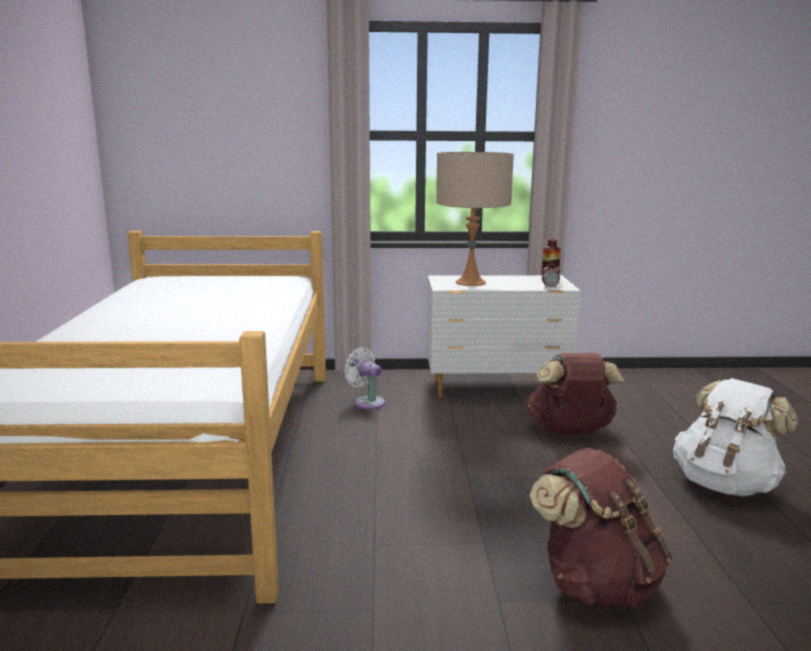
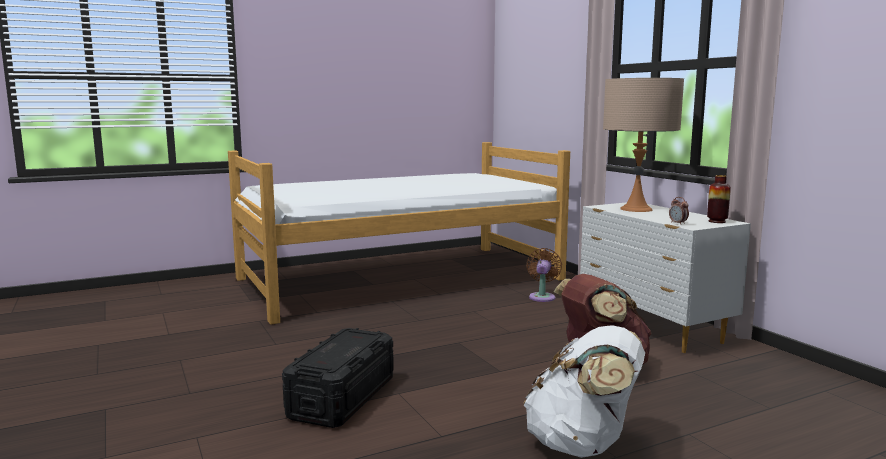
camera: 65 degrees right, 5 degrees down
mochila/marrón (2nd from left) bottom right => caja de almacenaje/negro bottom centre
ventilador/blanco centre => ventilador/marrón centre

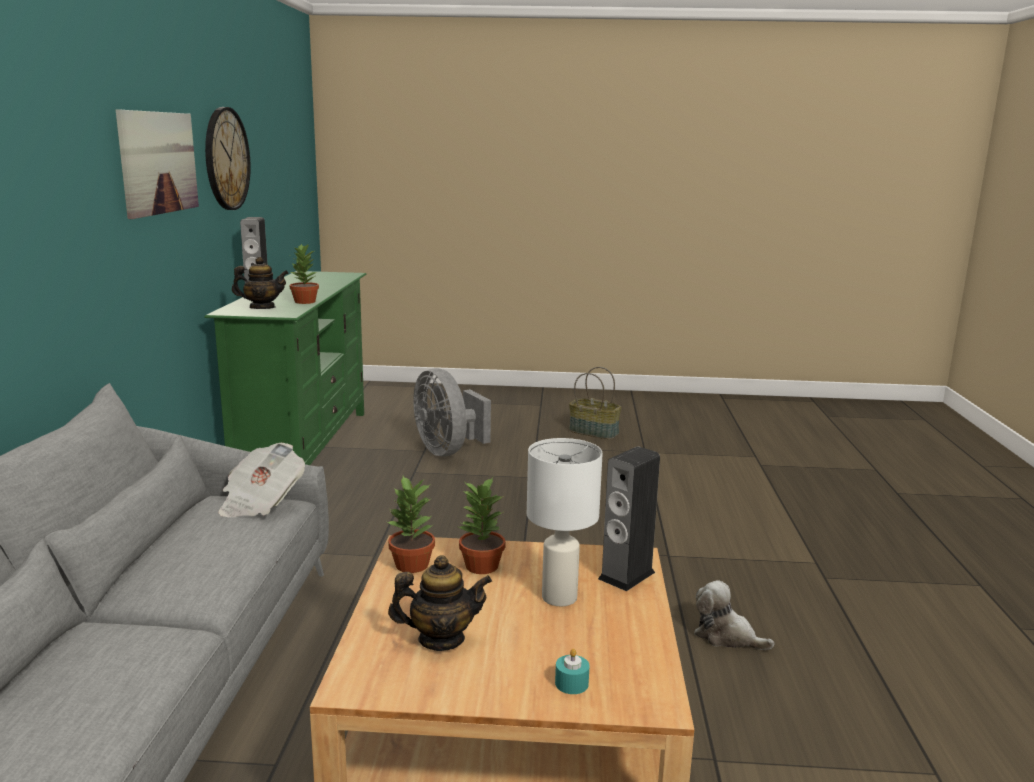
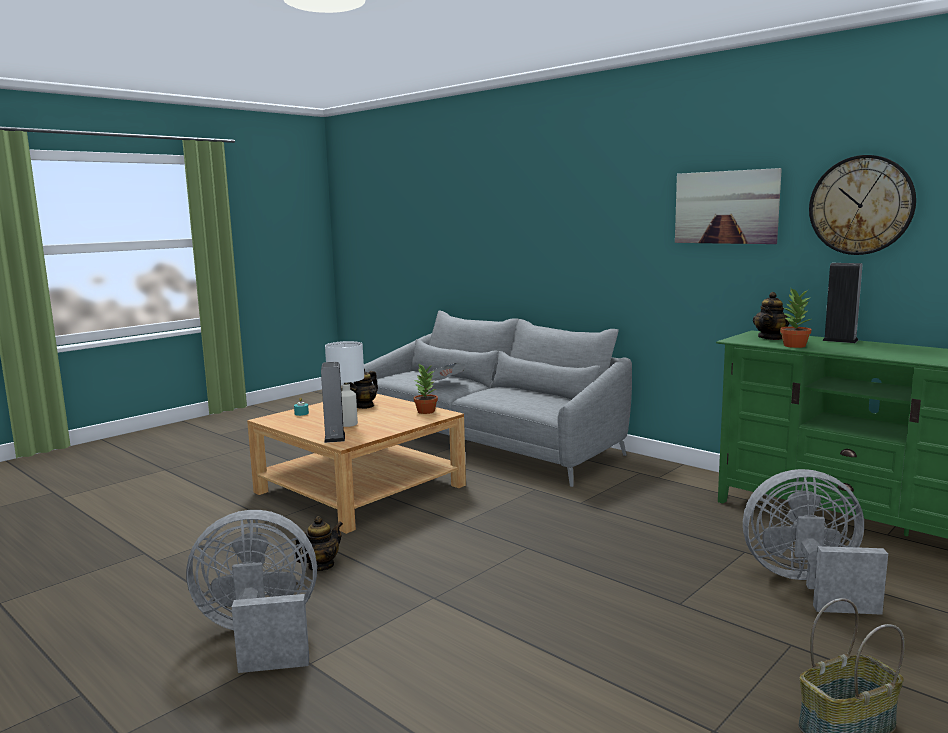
camera: 130 degrees right, 5 degrees down
nothing => ventilador/gris (1st from left) bottom left
peluche bottom right => tetera (1st from left) bottom centre
periódico middle left => periódico centre, moved
planta en maceta (3rd from left) bottom centre => nothing

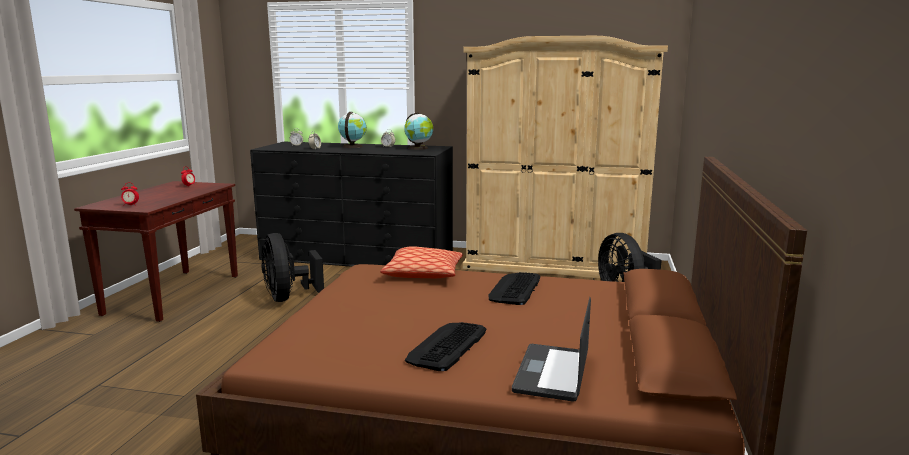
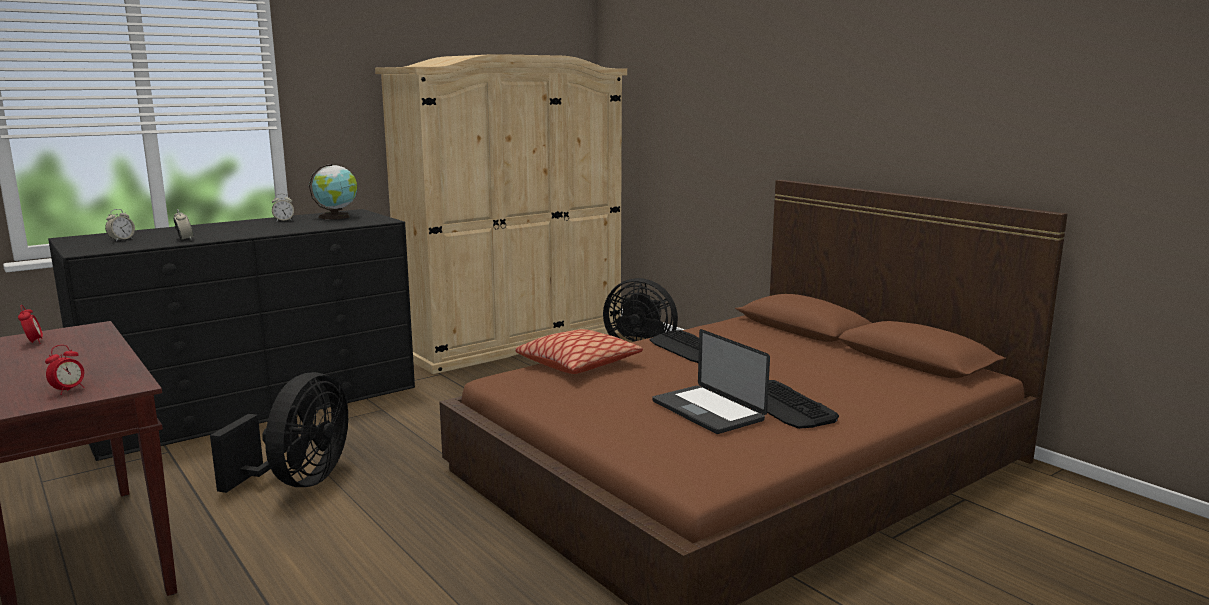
camera: 50 degrees left, 0 degrees up
ventilador/negro (1st from left) middle left => ventilador/negro (1st from left) bottom left, 90 degrees counterclockwise
portátil bottom centre => portátil centre, moved
globo terráqueo (1st from left) top centre => nothing

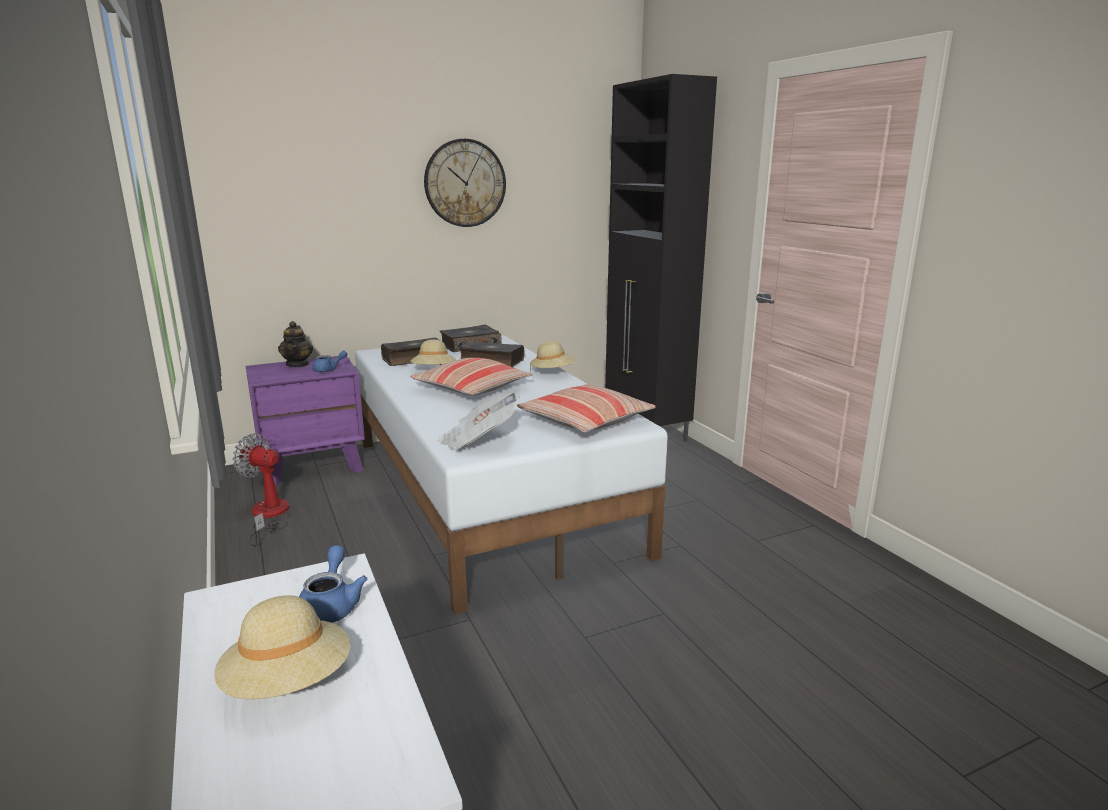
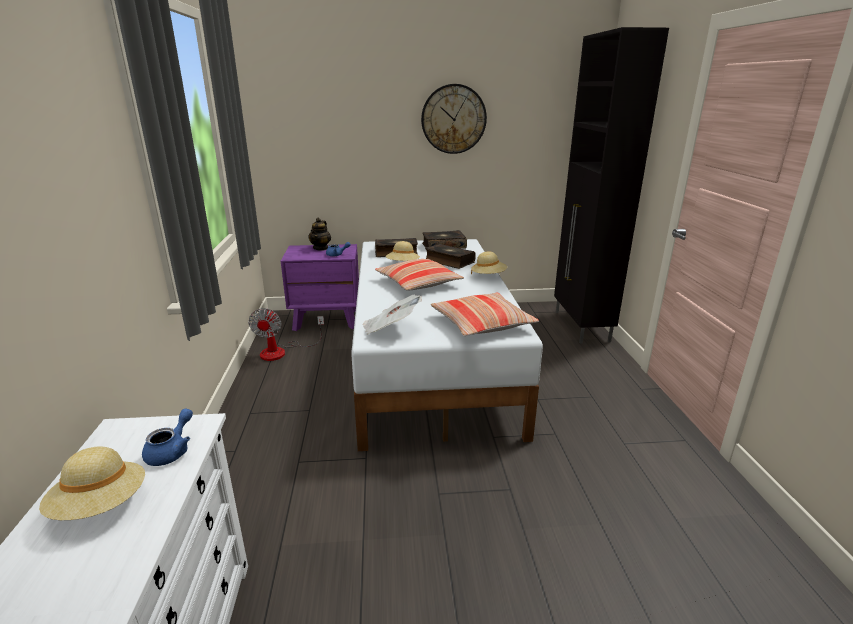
camera: 20 degrees right, 5 degrees up
ventilador middle left => ventilador centre, 135 degrees counterclockwise

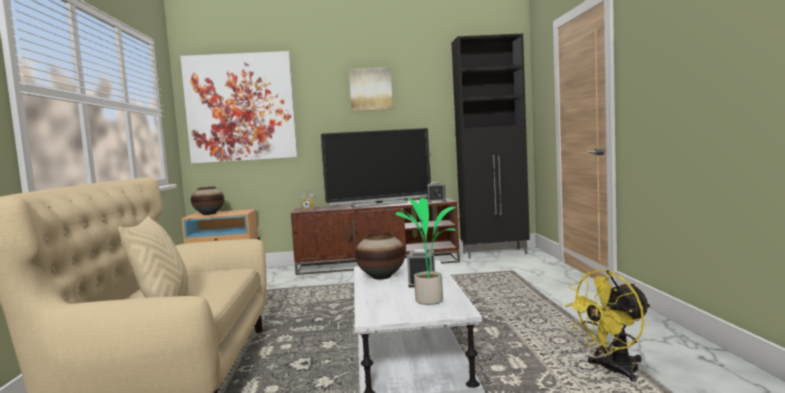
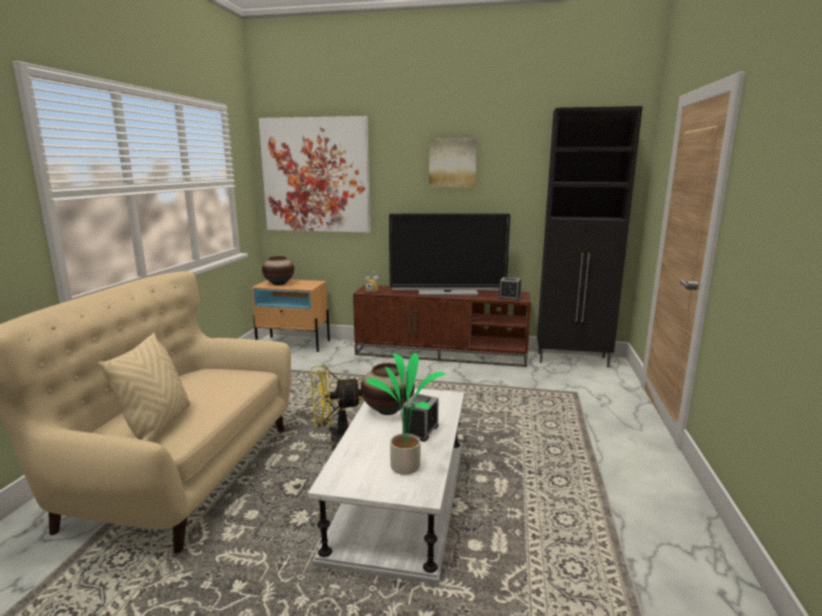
camera: 15 degrees right, 10 degrees up
ventilador/amarillo bottom right => ventilador/amarillo centre, moved

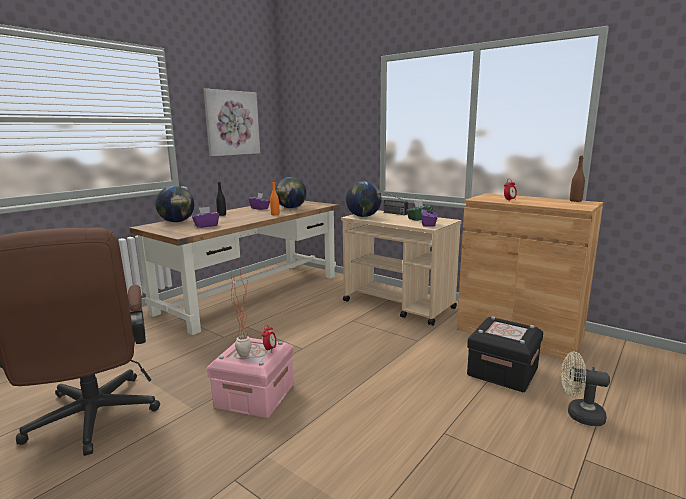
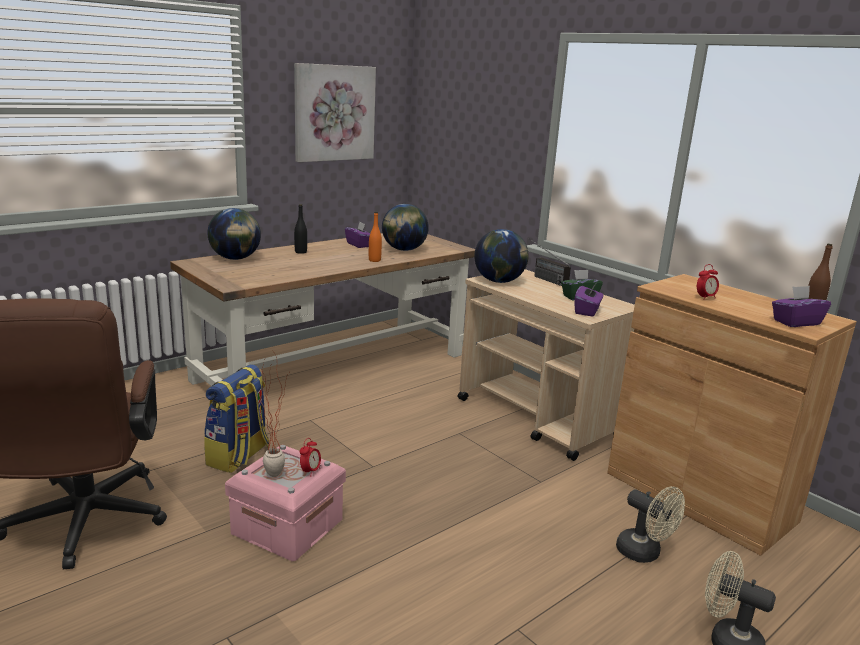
camera: 10 degrees right, 5 degrees up
nothing => mochila middle left
caja de almacenaje/negro bottom right => ventilador/beis (1st from left) bottom right
caja de pañuelos/morado (1st from left in the first image) middle left => caja de pañuelos/morado (3rd from left) middle right, moved

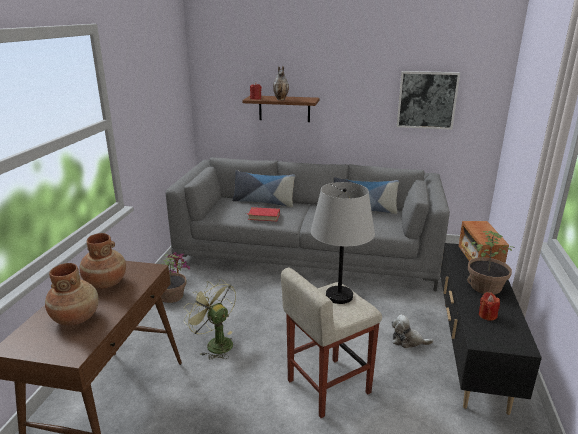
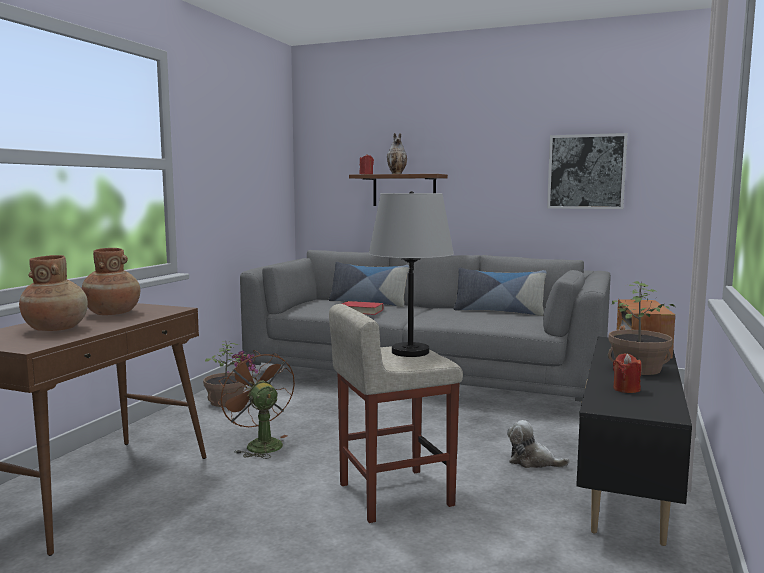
camera: 10 degrees right, 15 degrees down
ventilador/verde bottom centre => ventilador/marrón bottom centre

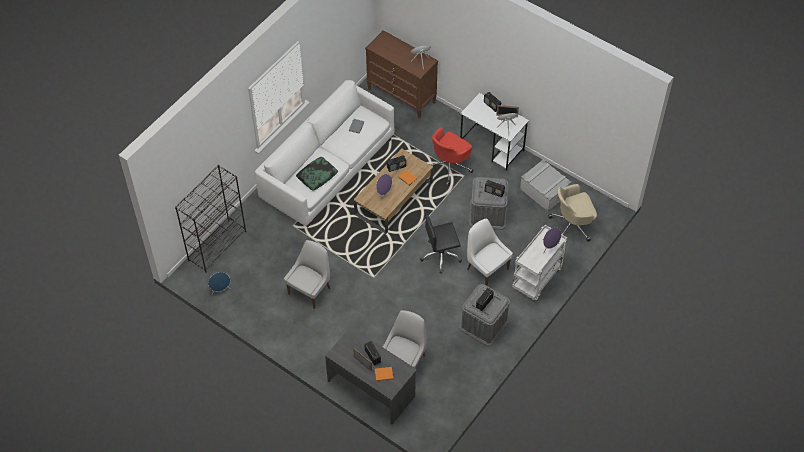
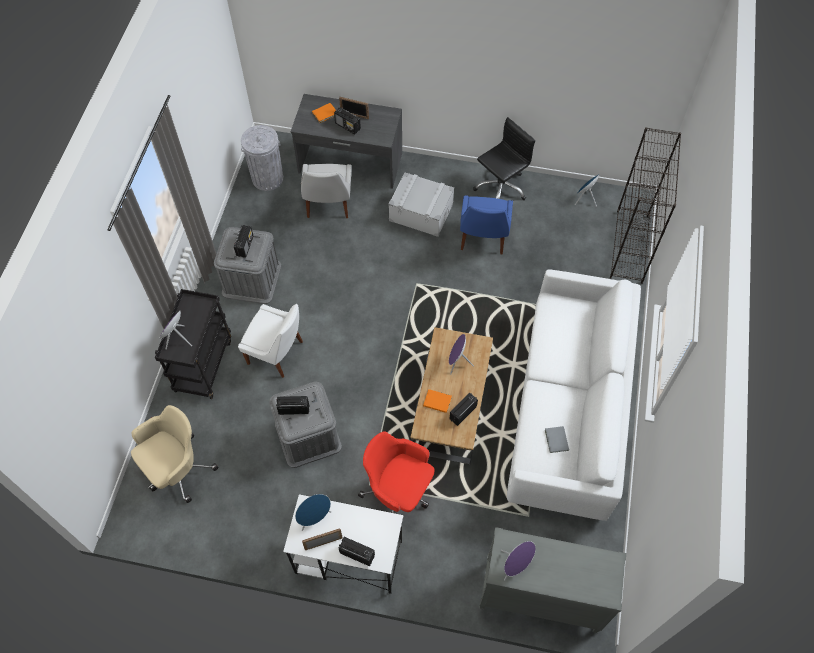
camera: 155 degrees right, 5 degrees up
carrito/blanco middle right => carrito/negro middle left
nothing => papelera/gris top left
silla de oficina/rojo centre => silla de oficina/rojo bottom centre, 75 degrees counterclockwise
caja de almacenaje/gris (3rd from left) middle right => caja de almacenaje/gris (3rd from left) top centre, moved
silla/blanco (1st from left) centre => silla/azul centre
silla de oficina/negro centre => silla de oficina/negro top centre, moved
cómoda/marrón top centre => cómoda/gris bottom right
cojín centre => nothing

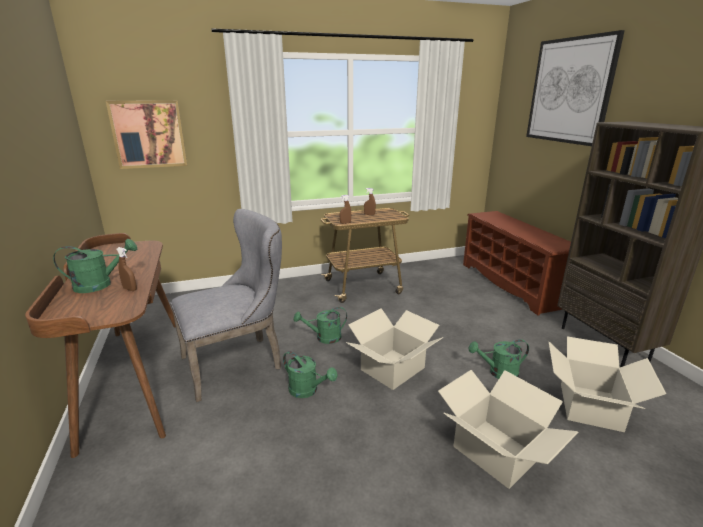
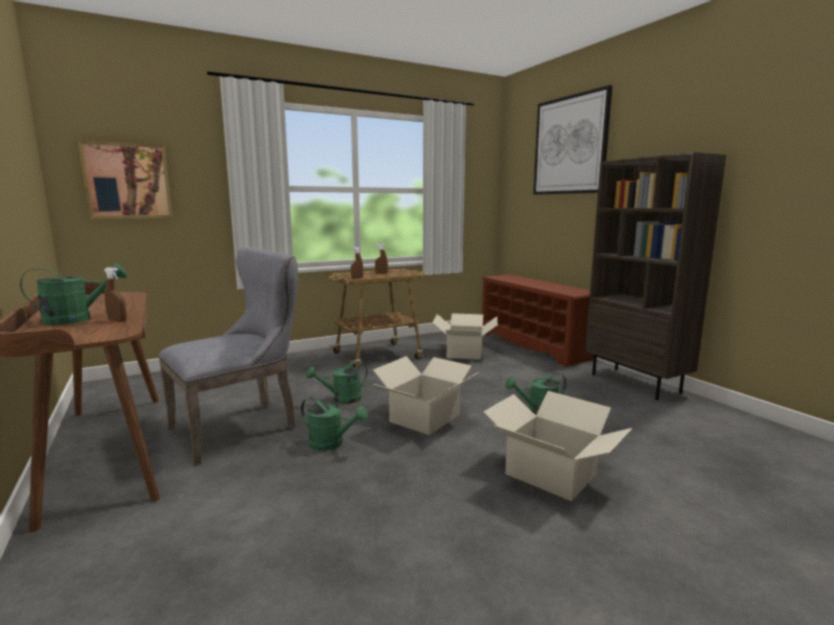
camera: 10 degrees left, 10 degrees down
caja de cartón (3rd from left in the first image) bottom right => caja de cartón (2nd from left) centre, moved

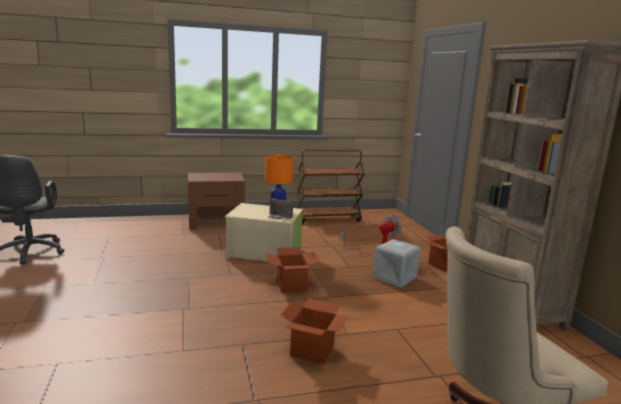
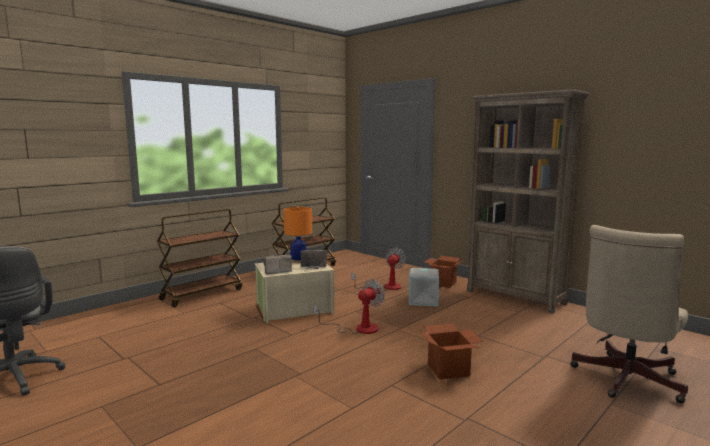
camera: 30 degrees left, 5 degrees down
mesita de noche/marrón centre => carrito/marrón (1st from left) middle left
nothing => radio (1st from left) centre
caja de cartón (1st from left) bottom centre => ventilador (1st from left) bottom centre

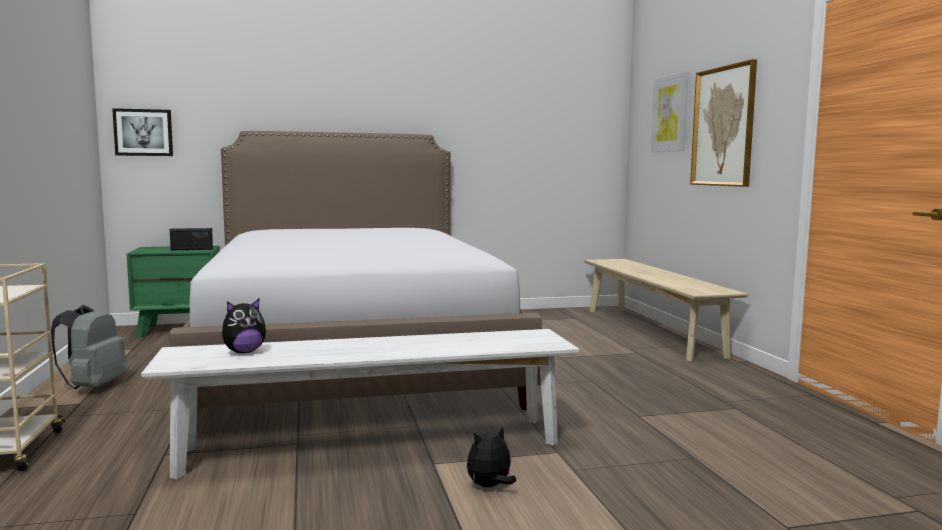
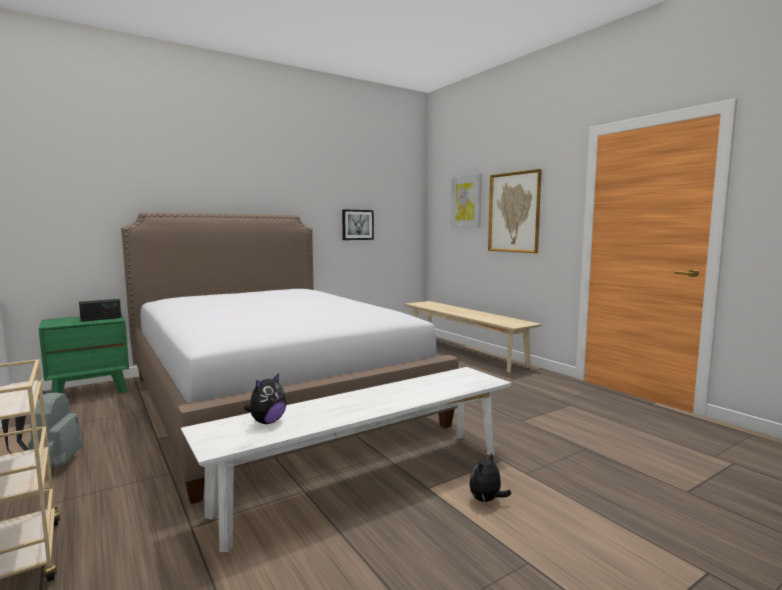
camera: 20 degrees left, 0 degrees up
cuadro (1st from left) top left => cuadro (1st from left) centre, moved

